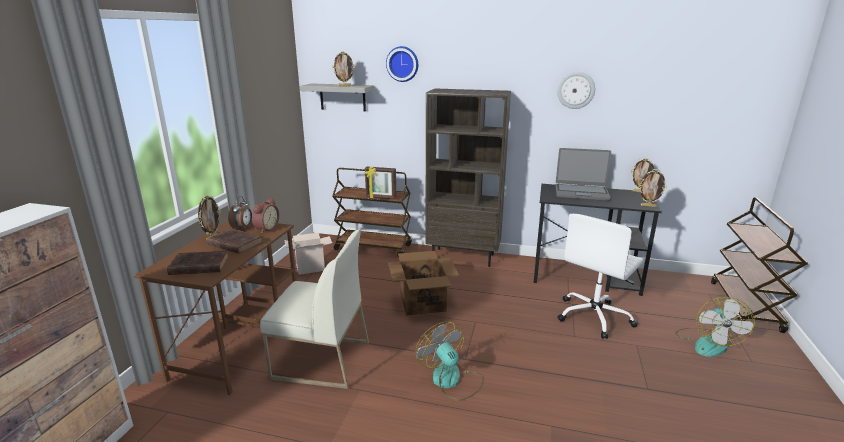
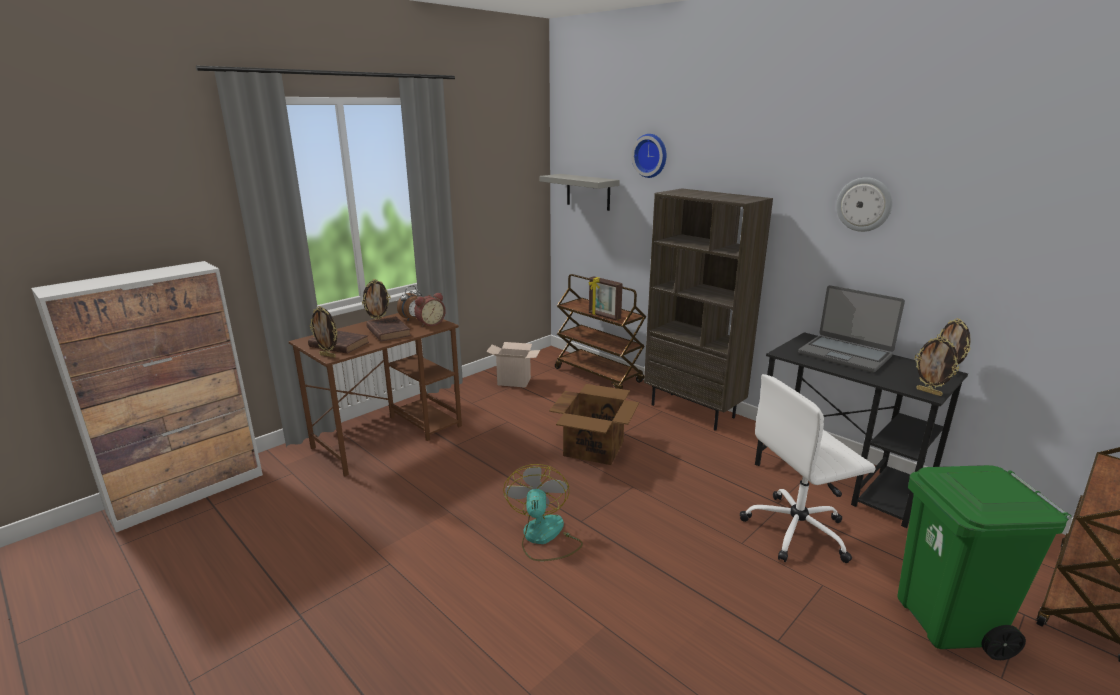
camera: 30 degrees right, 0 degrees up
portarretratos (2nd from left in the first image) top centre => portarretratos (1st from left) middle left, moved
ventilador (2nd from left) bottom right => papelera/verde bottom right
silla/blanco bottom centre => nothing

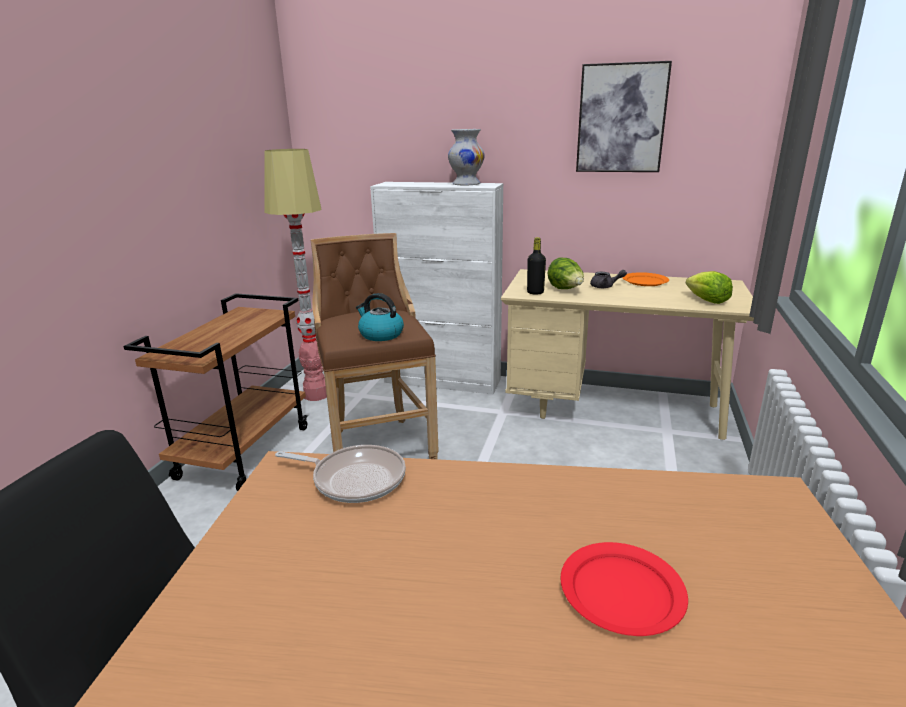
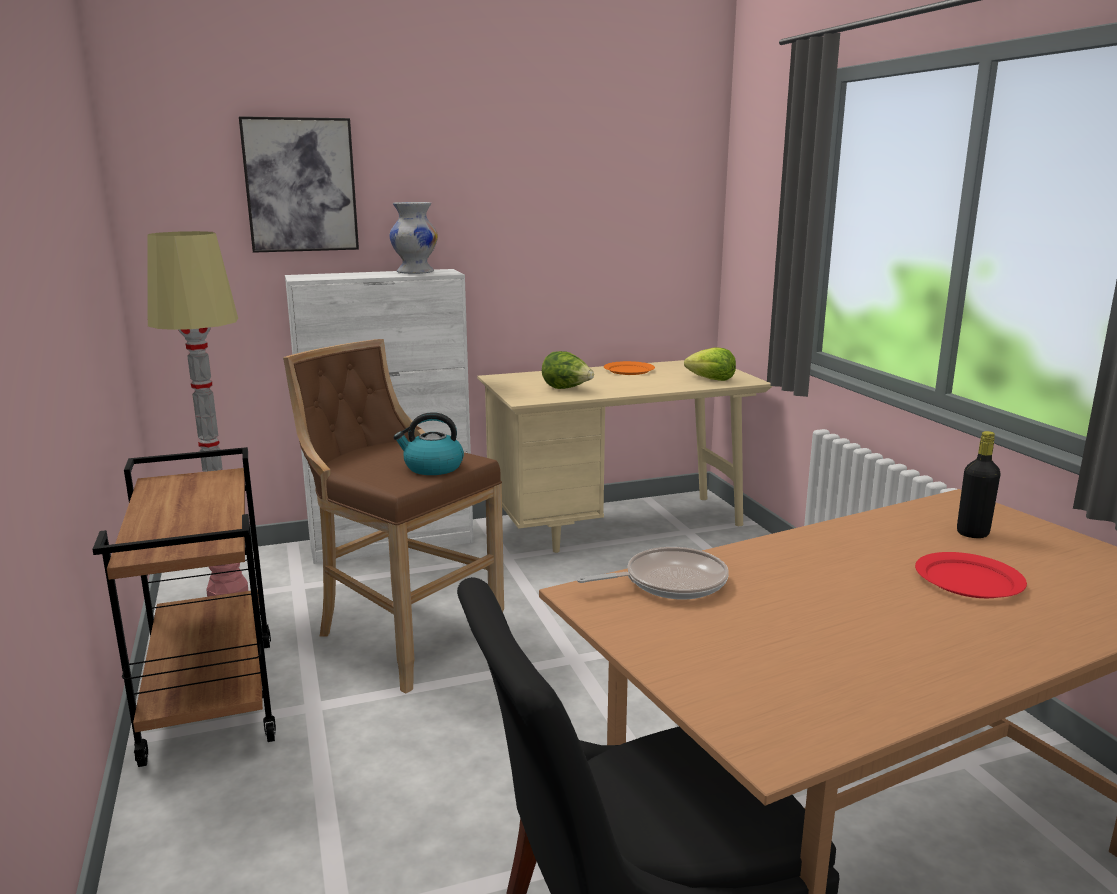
camera: 35 degrees left, 5 degrees down
cuadro top right => cuadro top left, moved
botella/negro centre => botella/negro middle right, moved
tetera/gris middle right => nothing

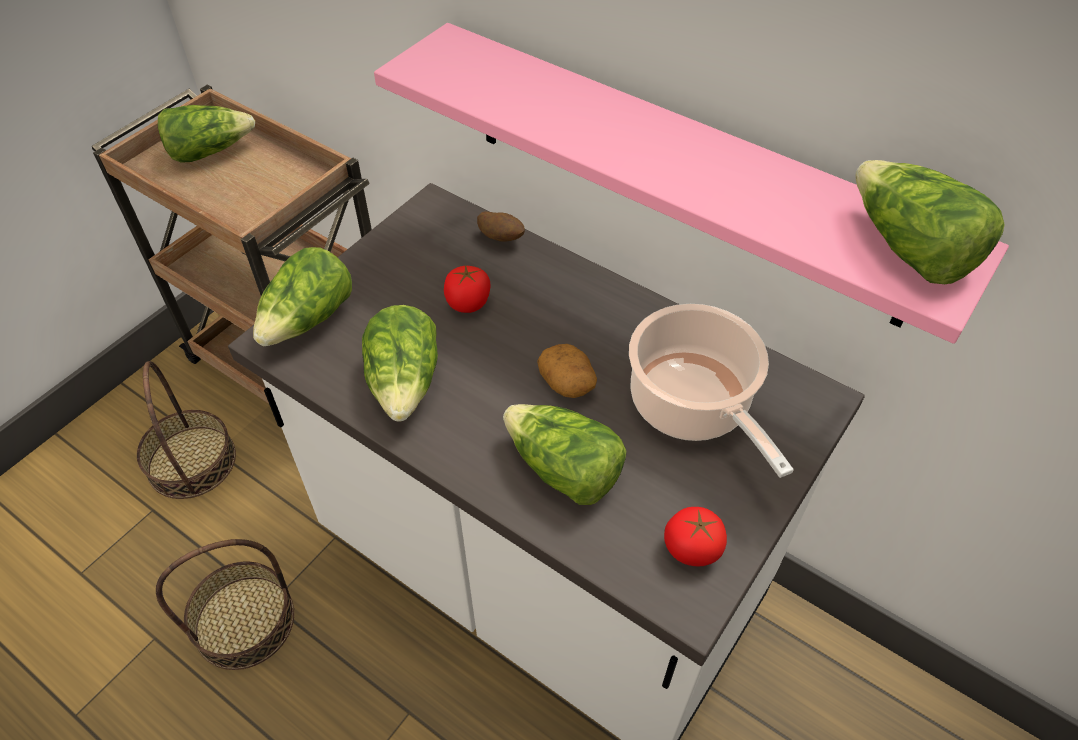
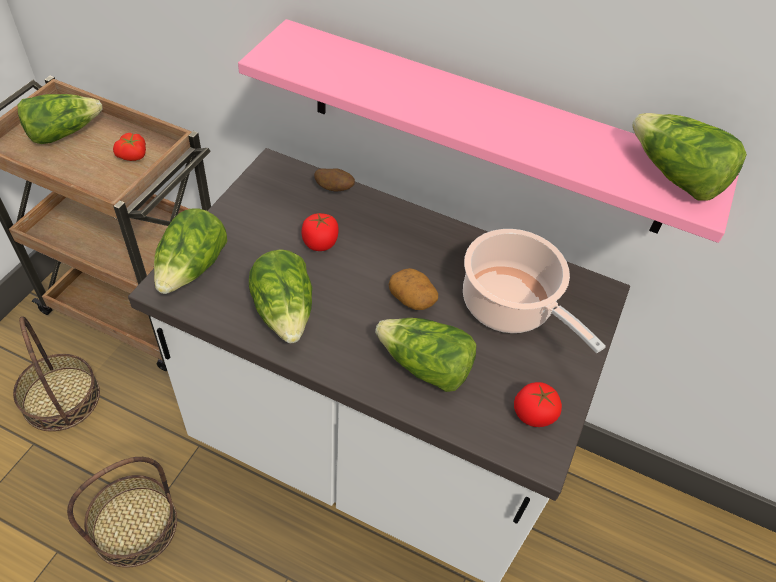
camera: 15 degrees left, 0 degrees up
nothing => tomate (1st from left) top left

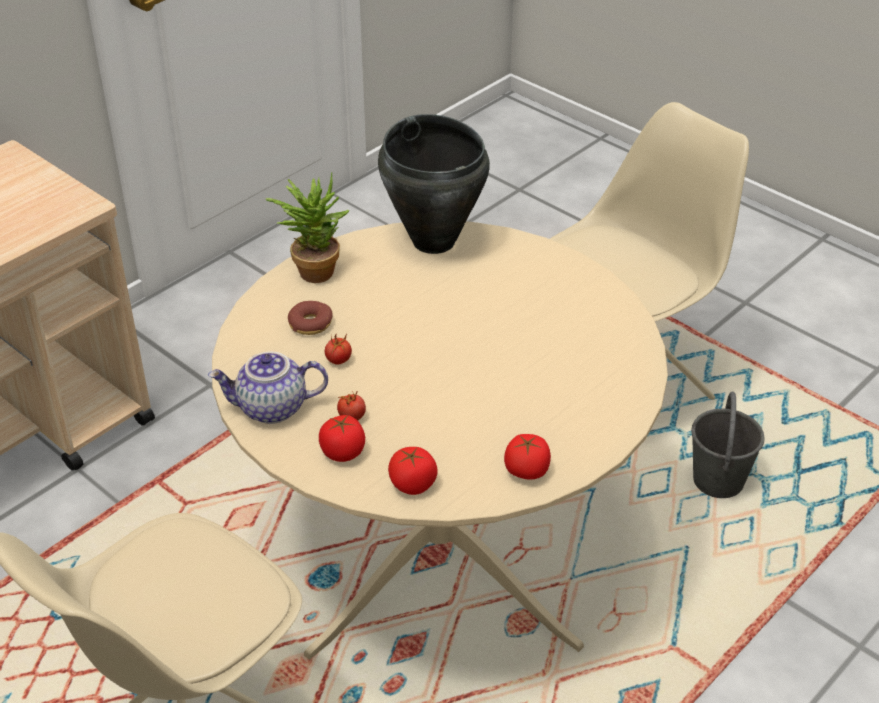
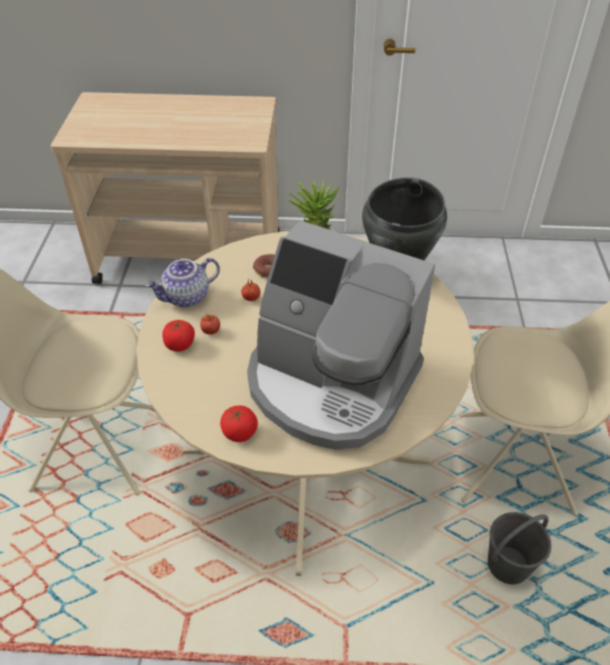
camera: 50 degrees right, 5 degrees up
tetera middle left, 75 degrees counterclockwise
nothing => cafetera centre
tomate (4th from left) bottom centre => nothing

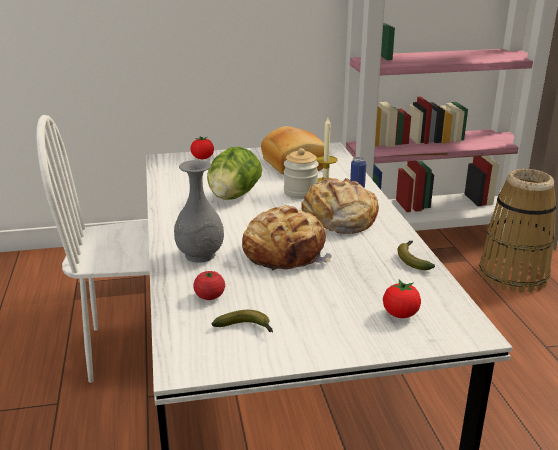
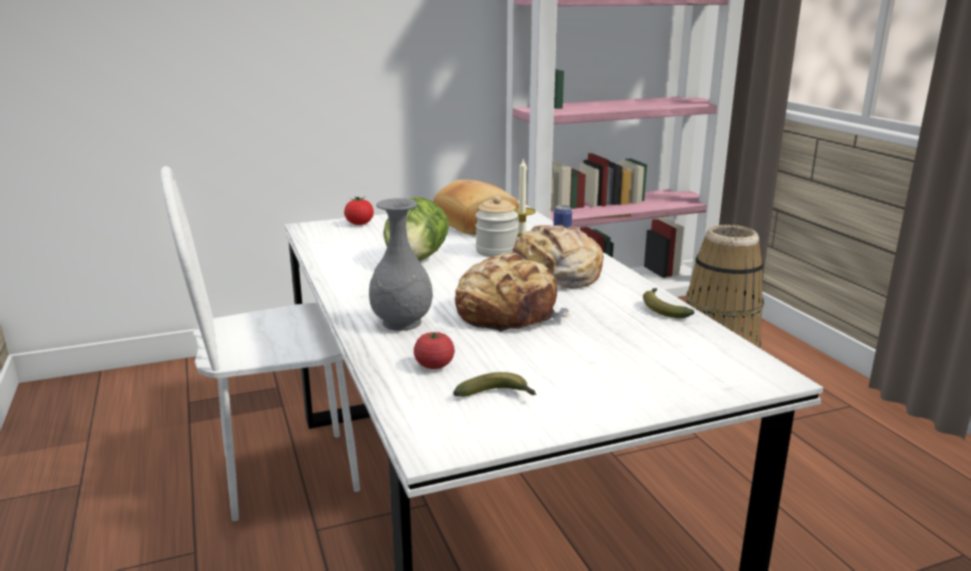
camera: 10 degrees left, 5 degrees down
tomate (3rd from left) middle right => nothing

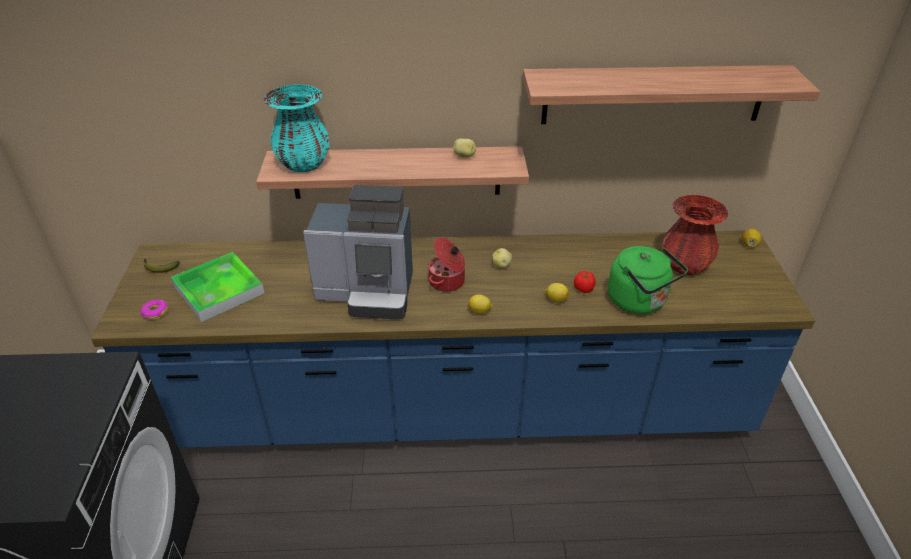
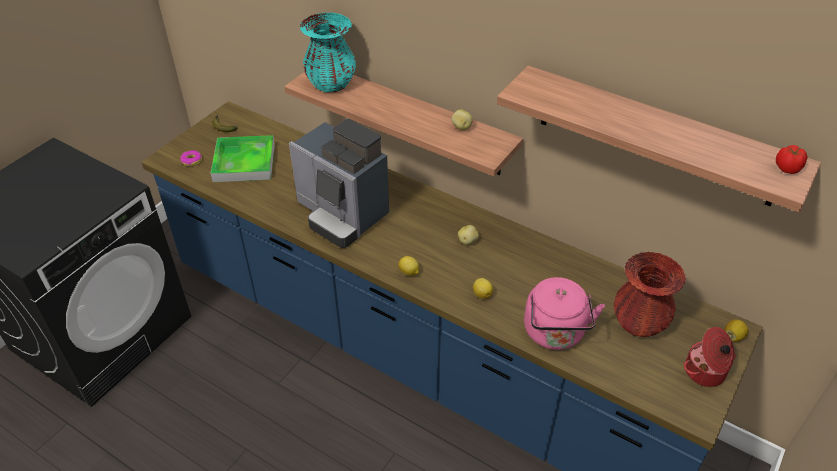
camera: 35 degrees right, 5 degrees up
hervidor/verde middle right => hervidor/rosa middle right
olla centre => olla bottom right, moved
tomate centre => tomate middle right, moved

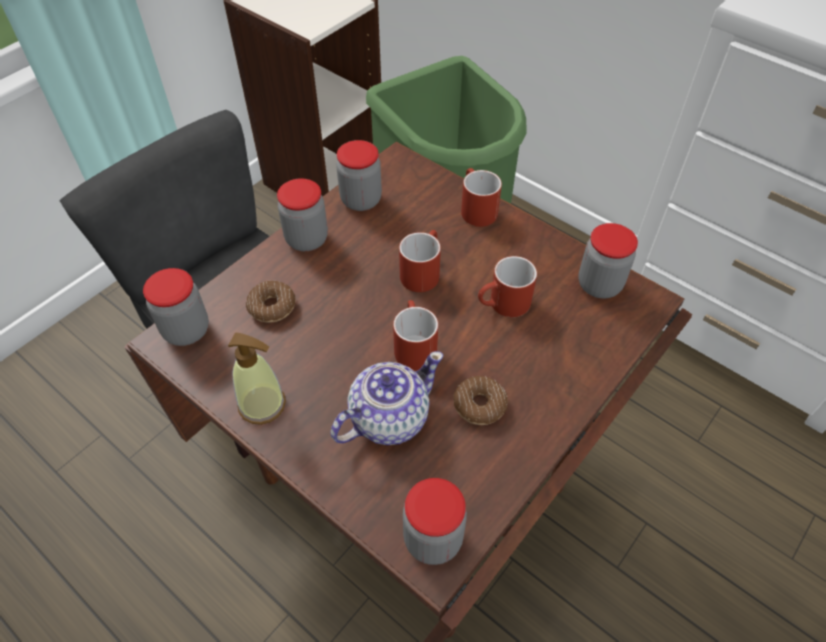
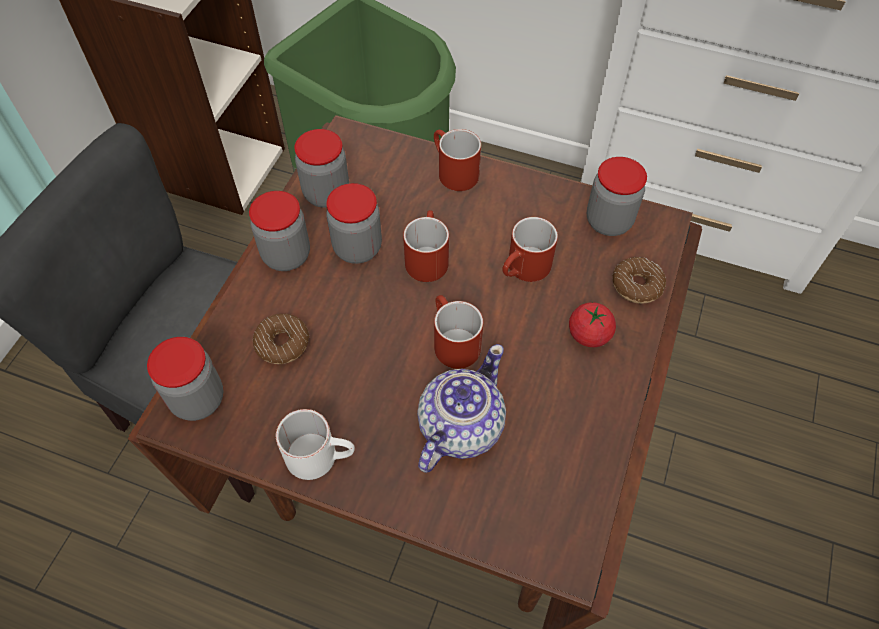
camera: 20 degrees left, 5 degrees up
dispensador de jabón middle left => taza grande/blanco bottom centre
tarro (4th from left) bottom centre => tarro (4th from left) centre, moved
nothing => tomate middle right
rosquilla (2nd from left) centre => rosquilla (2nd from left) middle right, moved

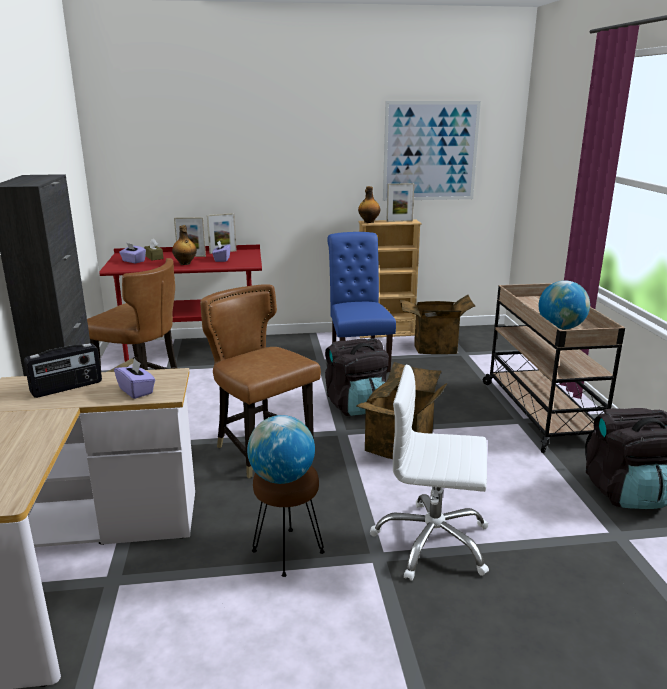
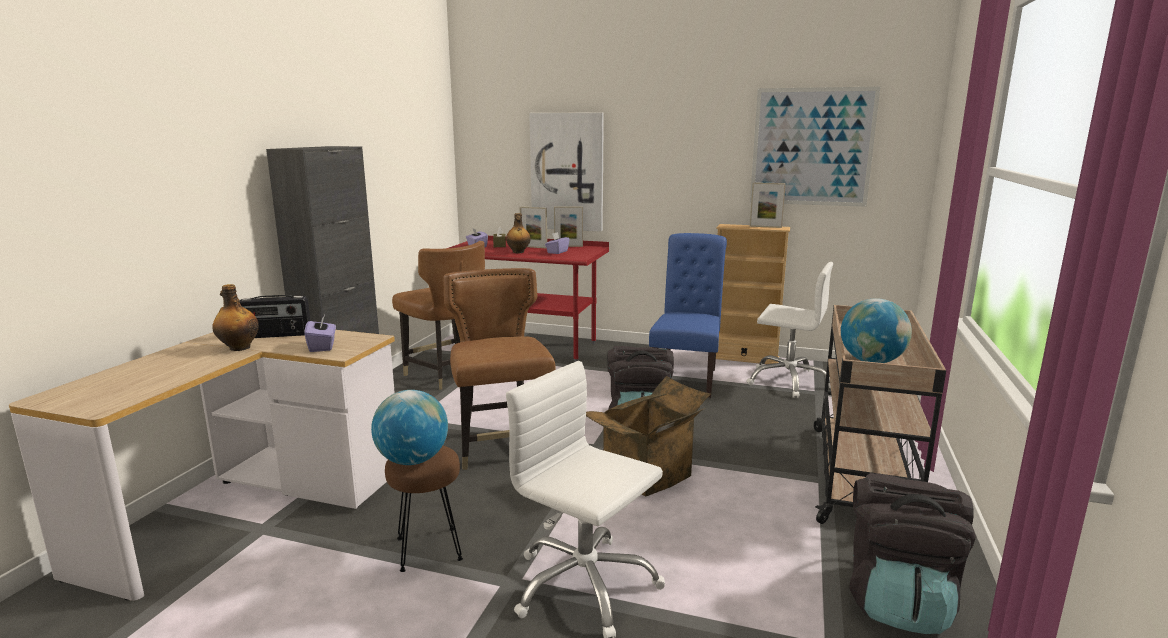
camera: 25 degrees right, 5 degrees down
botella (2nd from left in the first image) top centre => botella (1st from left) middle left, moved
nothing => cuadro (1st from left) top centre
caja de cartón (2nd from left) centre => silla de oficina/blanco (2nd from left) middle right

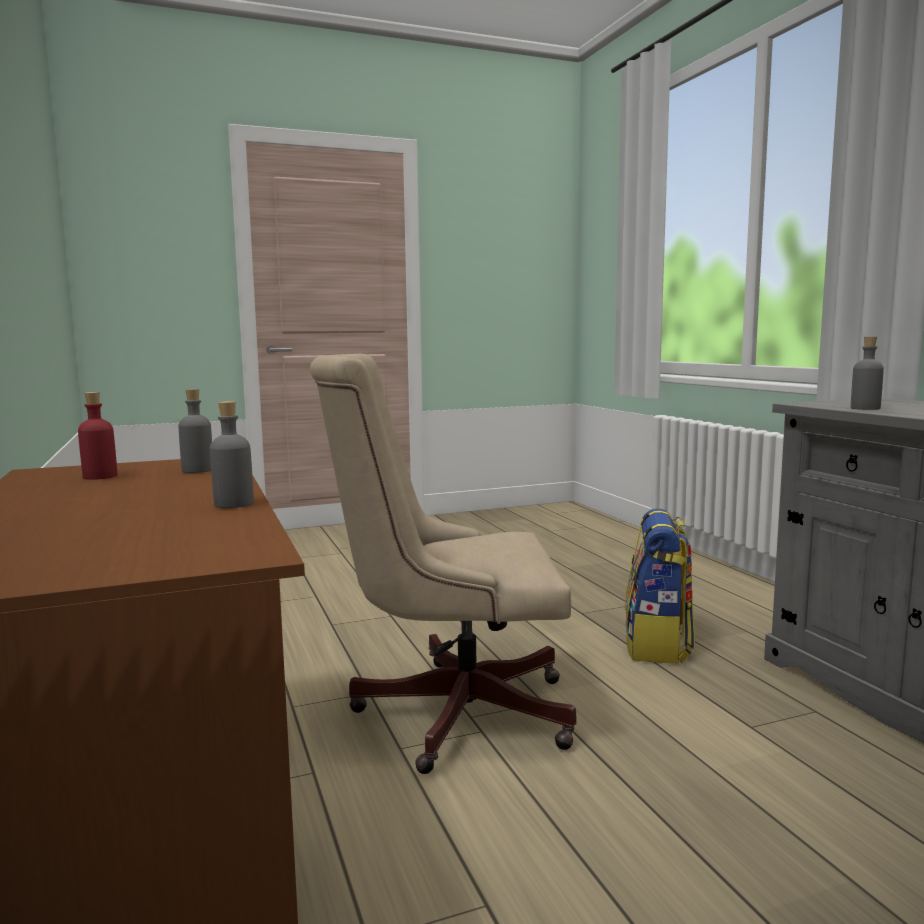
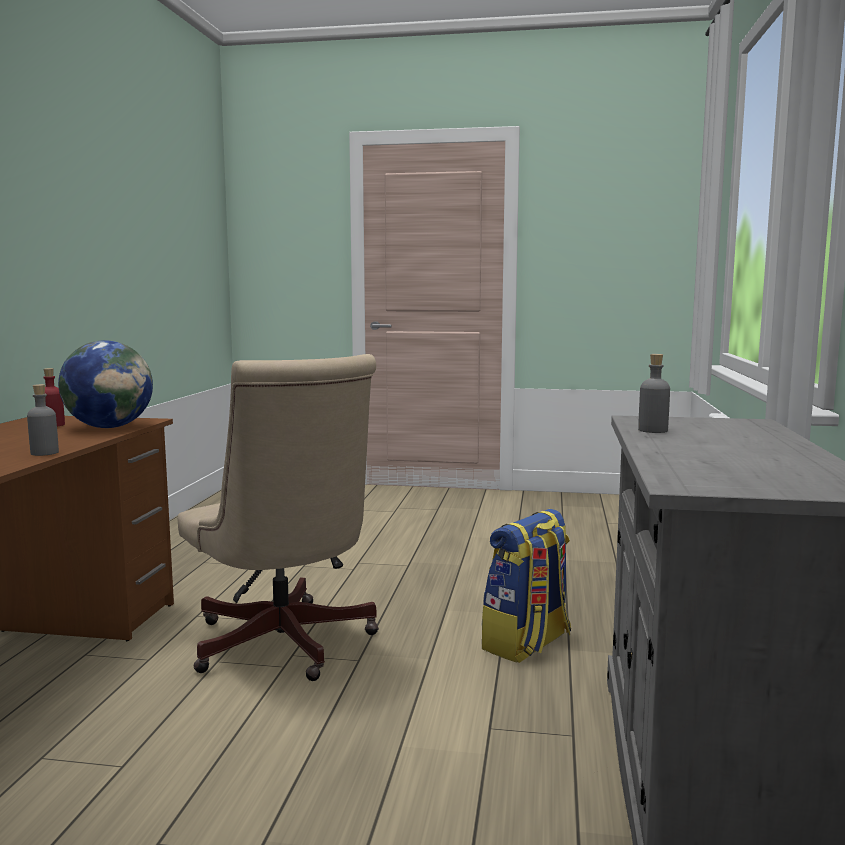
camera: 30 degrees right, 0 degrees up
botella/gris (1st from left) middle left => globo terráqueo middle left
silla de oficina/beis centre => silla de oficina/beis middle left, 150 degrees counterclockwise

